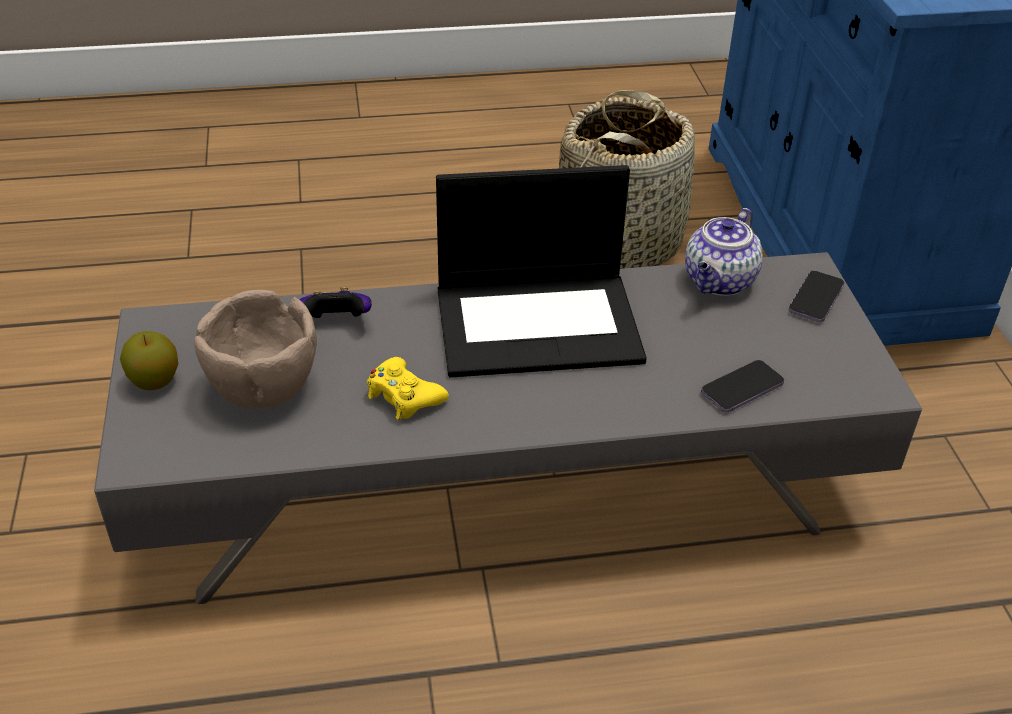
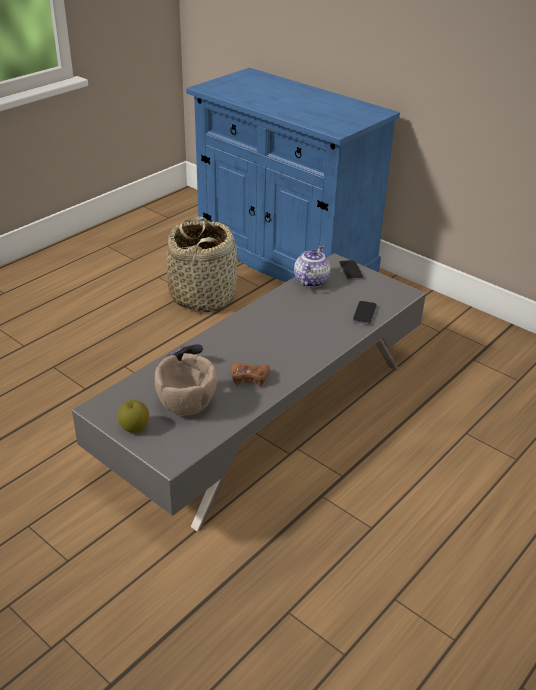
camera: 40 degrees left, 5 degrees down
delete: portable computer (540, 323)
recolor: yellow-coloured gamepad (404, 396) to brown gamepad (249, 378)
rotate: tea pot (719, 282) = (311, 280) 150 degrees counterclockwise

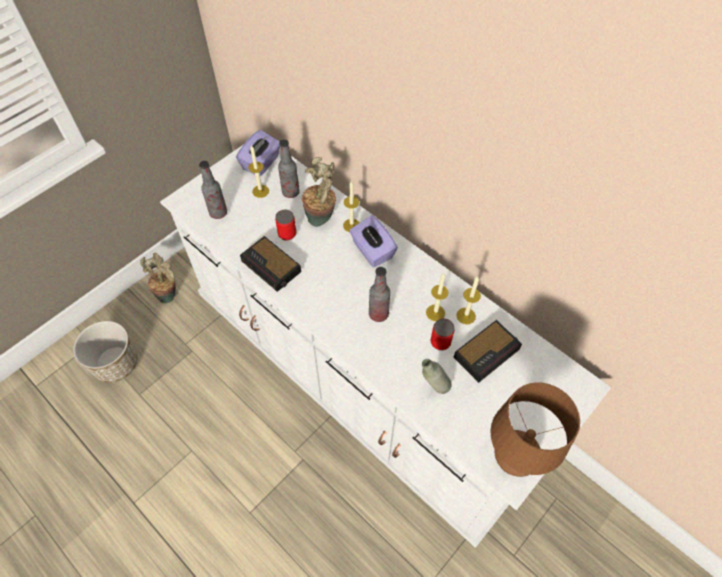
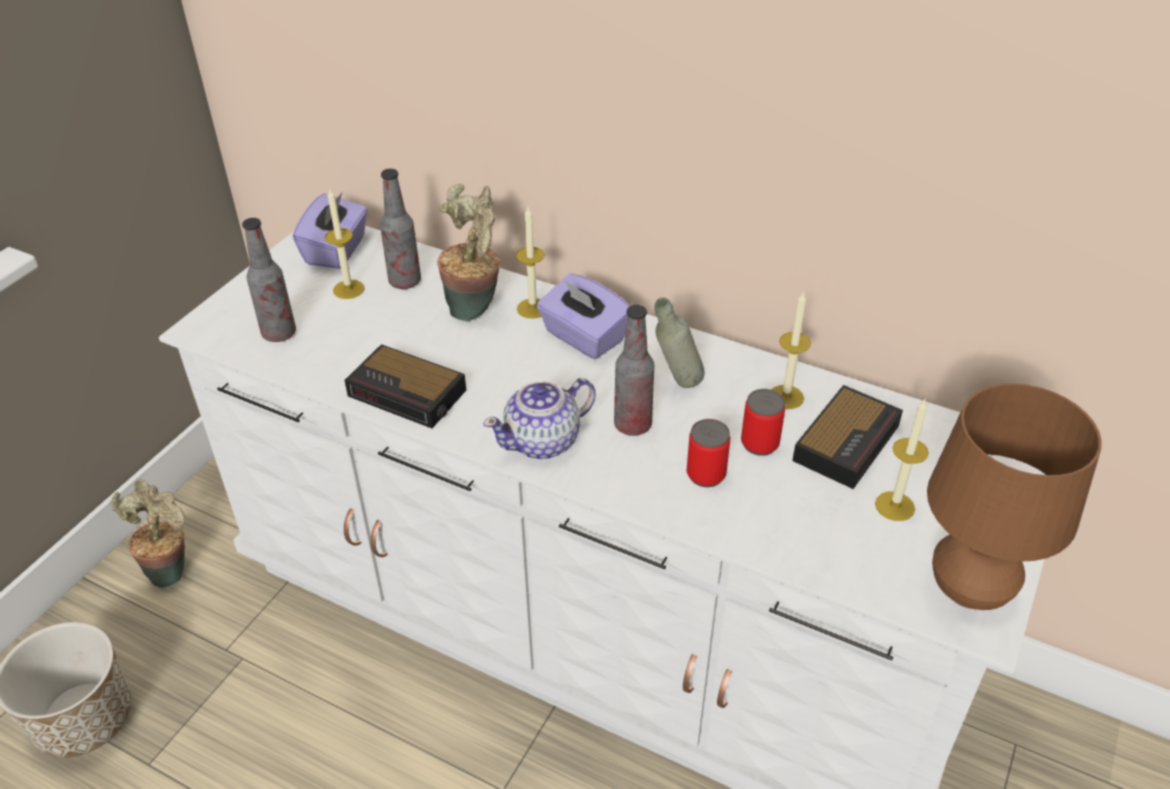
camera: 15 degrees left, 15 degrees down
insert: tea pot (543, 441)
move: metal can (287, 234) to (706, 474); gray bottle (433, 389) to (676, 386); wax light (435, 313) to (894, 506)

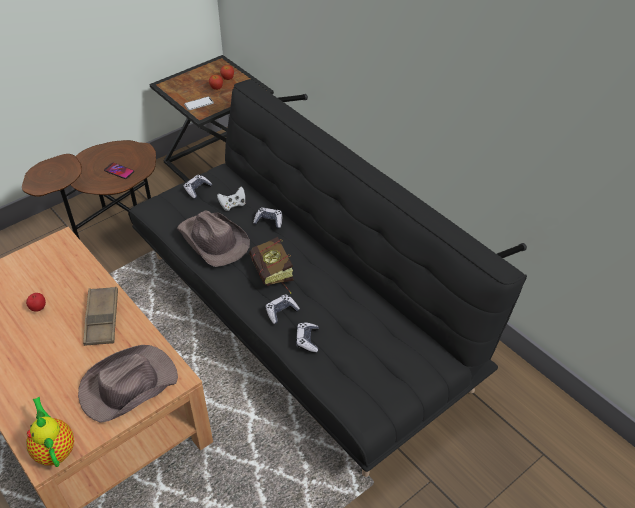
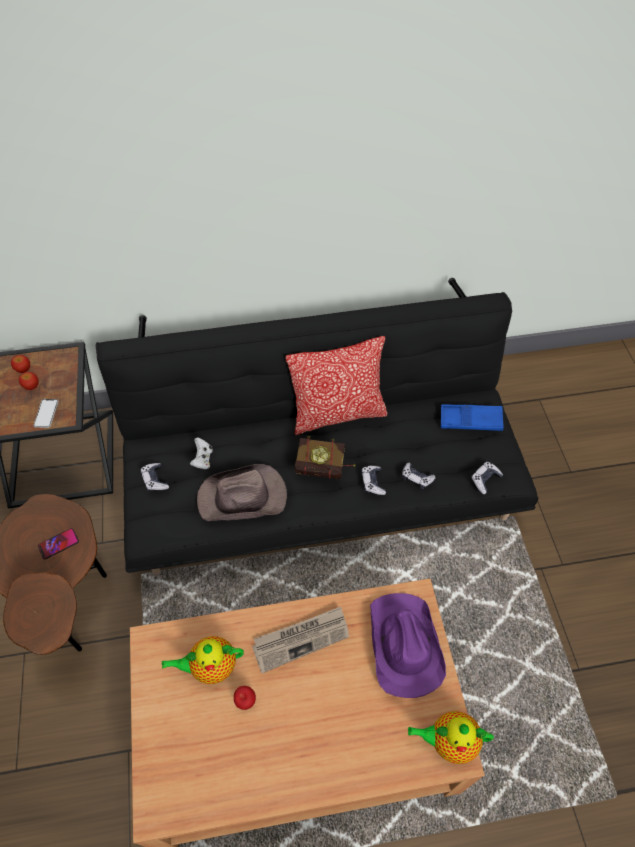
camera: 60 degrees left, 10 degrees up
insert: tea pot (210, 666); throw pillow (337, 414); blue carrying tray (470, 420)
move: gamepad (269, 221) to (485, 480)
replace: brown carrying tray (102, 319) to daily paper (301, 639)
recolor: brown clothing hat (127, 386) to purple-coloured clothing hat (403, 645)

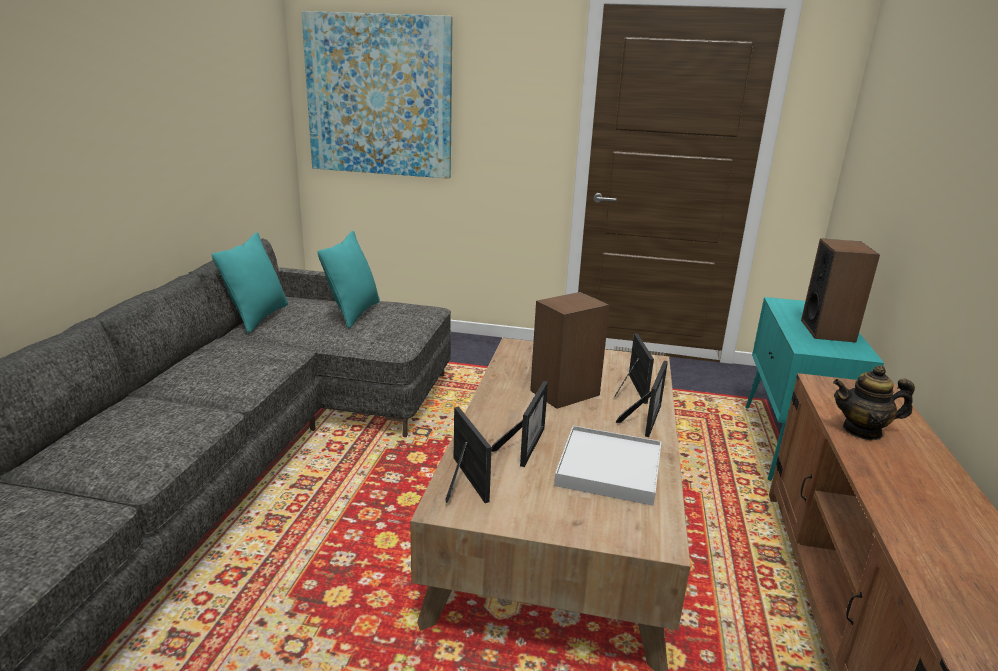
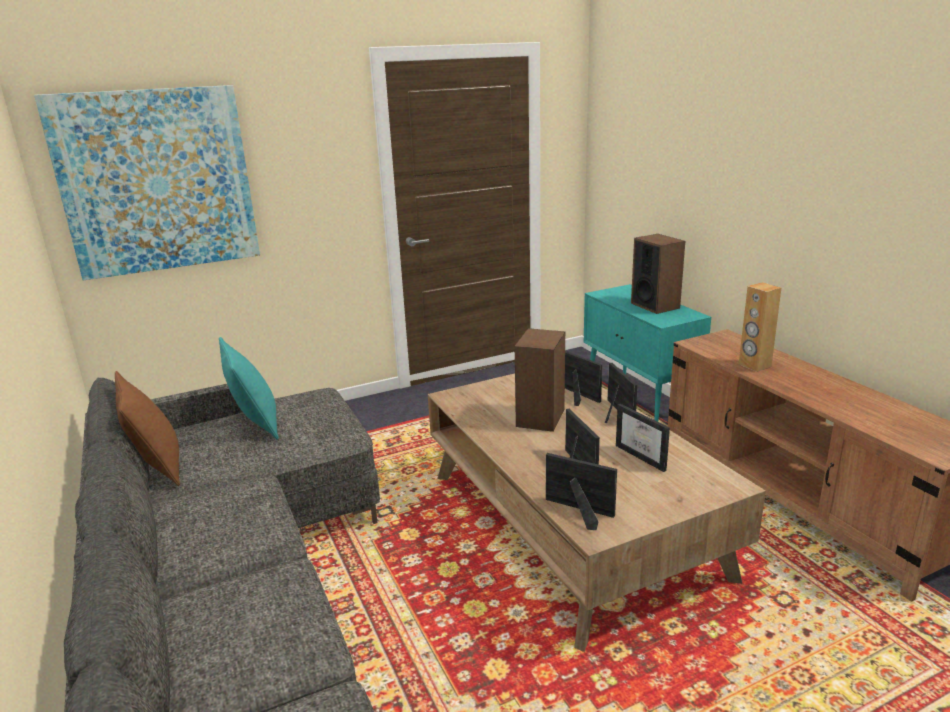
camera: 35 degrees left, 0 degrees up
replace: white-coloured carrying tray (609, 469) to picture frame (645, 456); tea pot (862, 431) to brown speaker (754, 365)
recolor: blue-green throw pillow (258, 317) to brown throw pillow (158, 467)

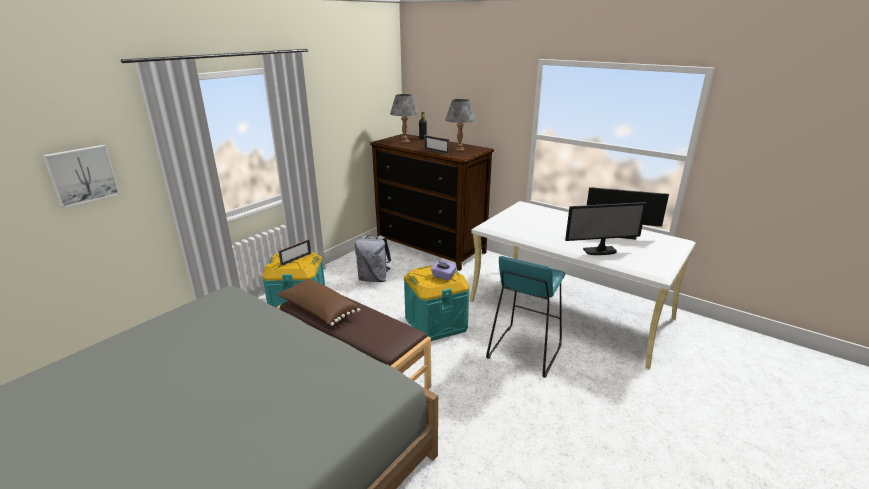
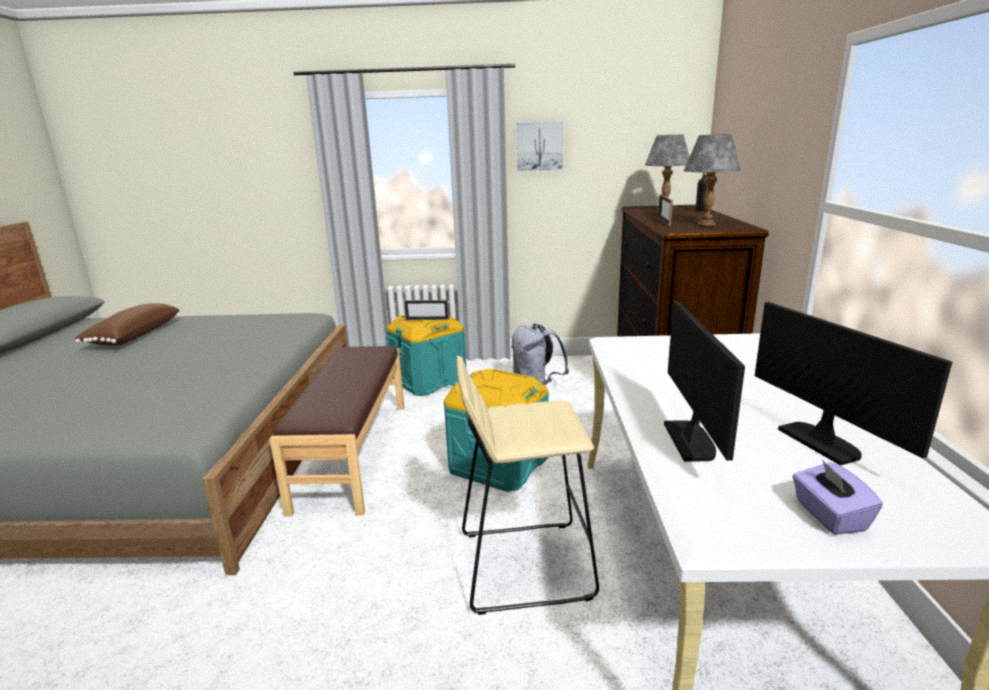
camera: 55 degrees right, 5 degrees down
move: wall picture (82, 175) to (539, 146); brown throw pillow (318, 311) to (133, 336); purple-coloured tissue holder (443, 276) to (829, 515)
recolor: blue-green sitting stool (524, 351) to sand-coloured sitting stool (523, 564)
rotate: monitor (600, 251) = (691, 441) 135 degrees counterclockwise

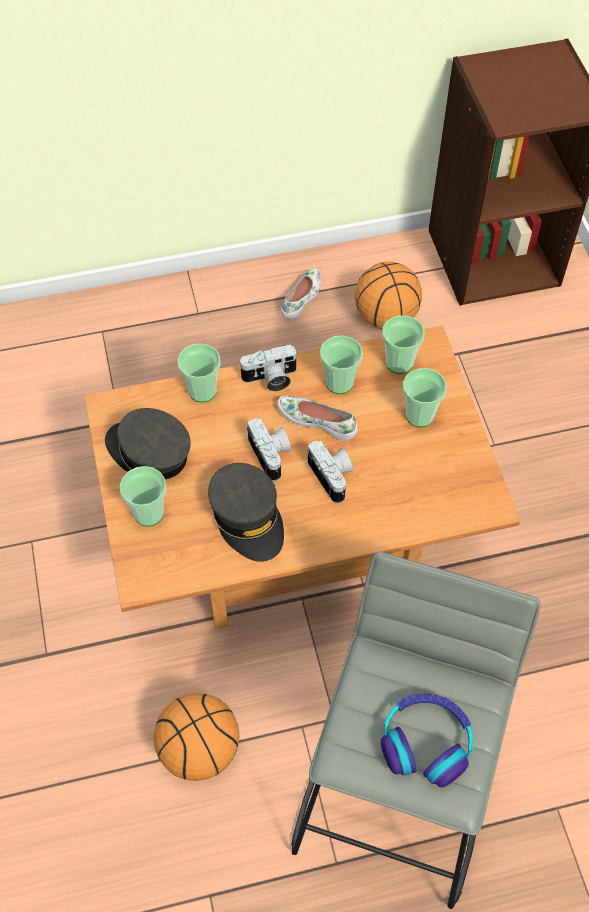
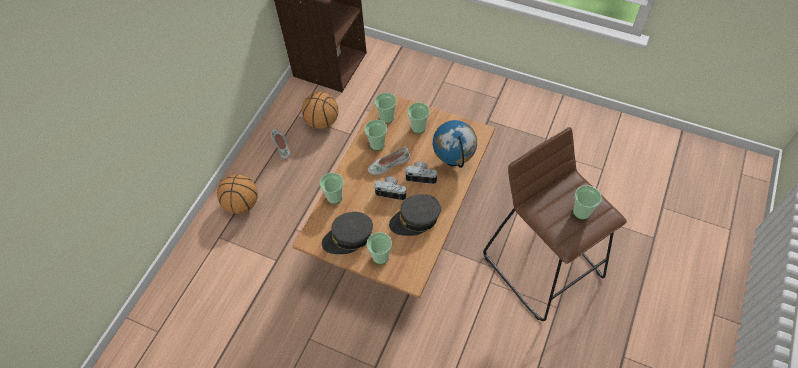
camera: 50 degrees left, 0 degrees up
delete: photo camera (270, 379)
insert: world globe (453, 161)
move: ball for basketball (198, 749) to (241, 204)
replace: pair of headphones (426, 742) to cup (581, 212)
recolor: gray sitting stool (398, 790) to brown sitting stool (542, 264)
rotate: gray peaked cap (248, 518) = (415, 220) 150 degrees clockwise

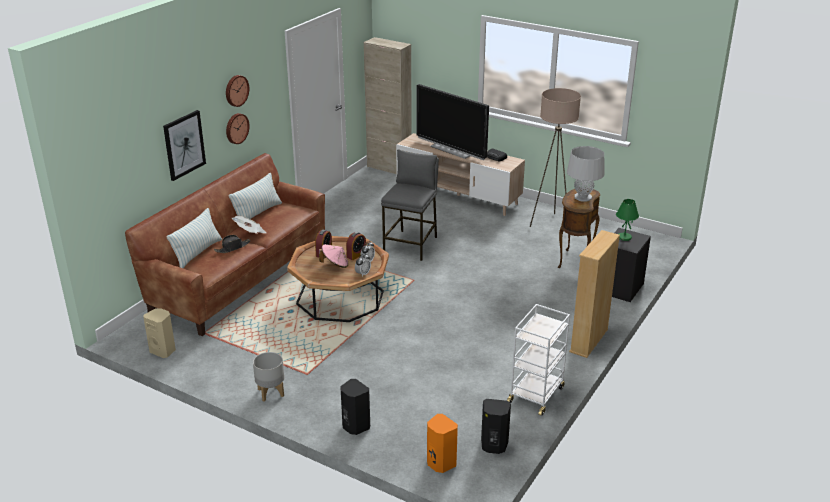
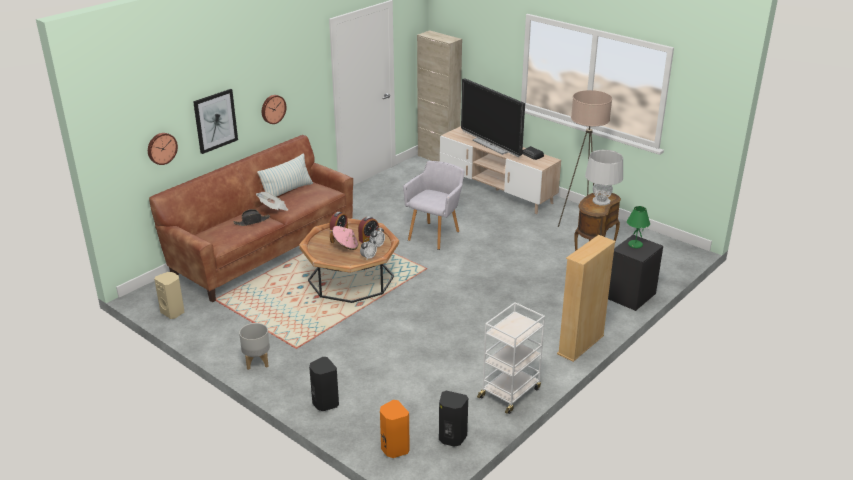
camera: 10 degrees right, 0 degrees up
delete: throw pillow (197, 253)
move: clock on the wall (236, 90) to (161, 148)
replace: gray sitting stool (411, 245) to gray easy chair (435, 234)

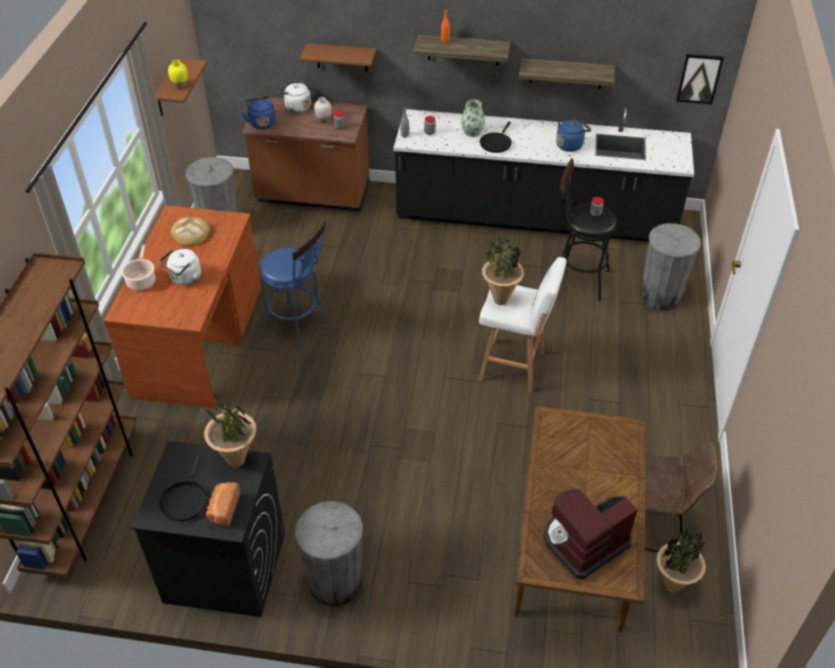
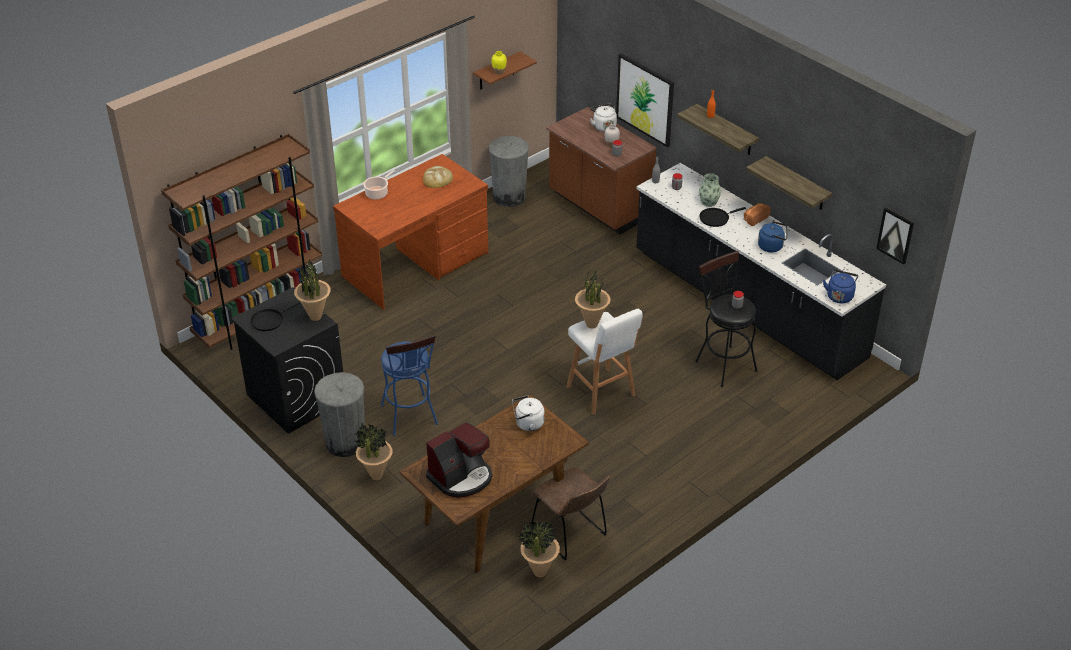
camera: 40 degrees right, 5 degrees down
delete: gray waste bin (660, 296)
insert: potted plant (376, 476)
move: white-coloured water kettle (184, 279) to (527, 424); bread (223, 509) to (754, 219); blue water kettle (261, 122) to (839, 295); blue sitting stool (299, 328) to (411, 418)
replace: brown shelf (342, 57) to wall picture (645, 99)
rotate: coffee machine (583, 542) = (461, 477) 135 degrees clockwise

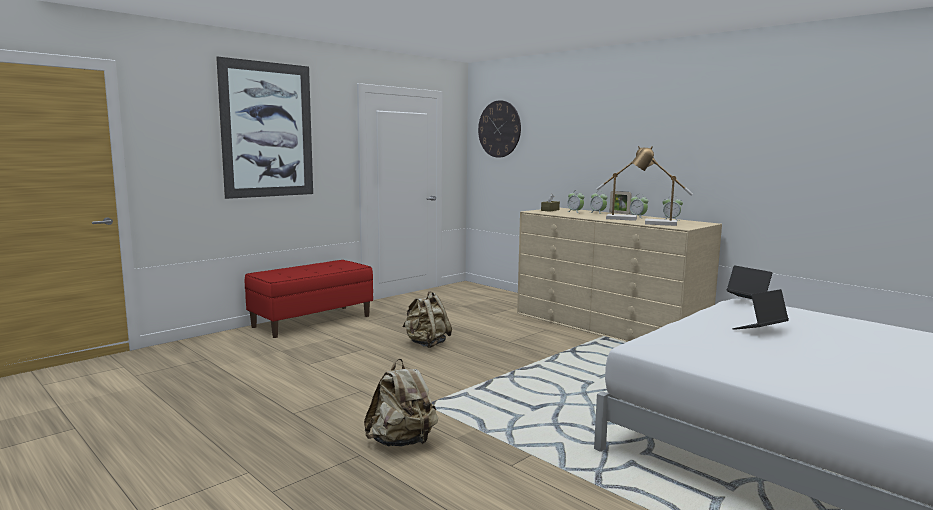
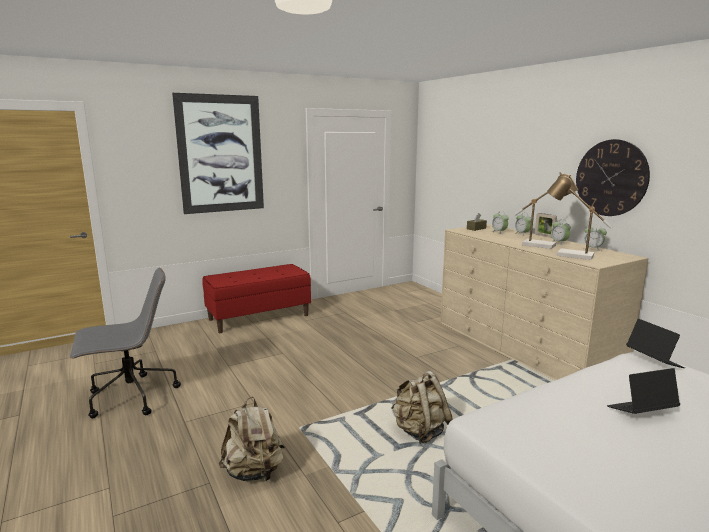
camera: 15 degrees right, 5 degrees up
insert: gray computer chair (130, 397)
move: sand-coloured knapsack (426, 344) to (419, 431); clock on the wall (499, 129) to (611, 178)

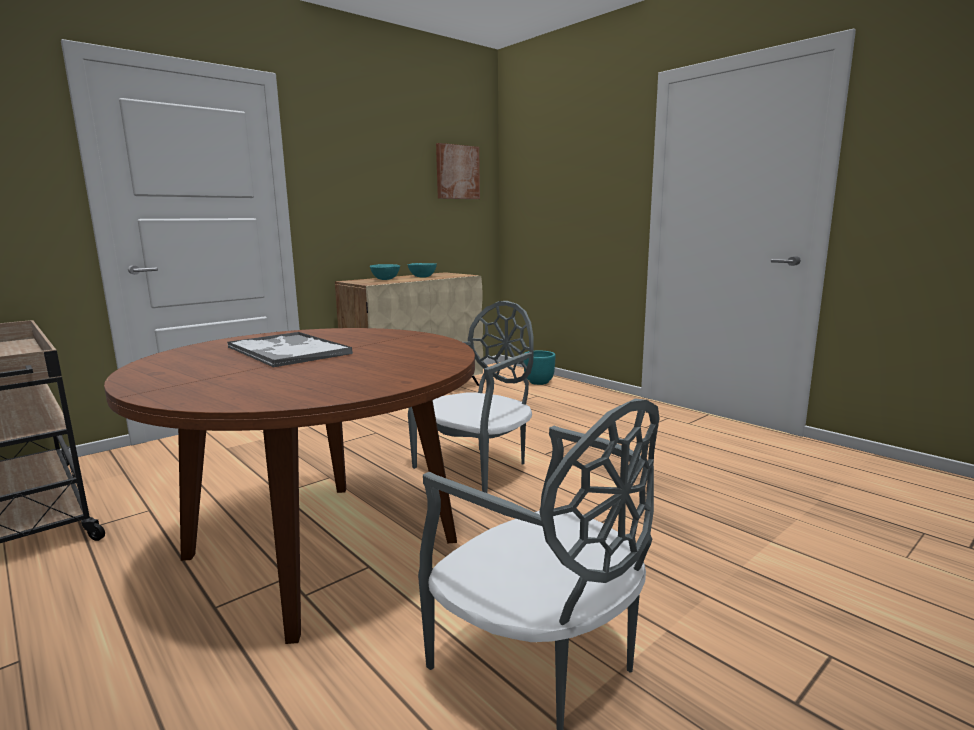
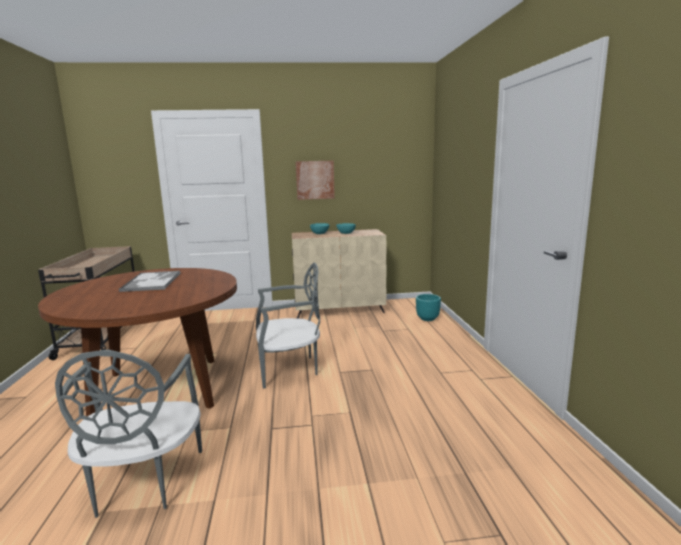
camera: 35 degrees right, 0 degrees up
move: wall picture (457, 172) to (315, 180)

